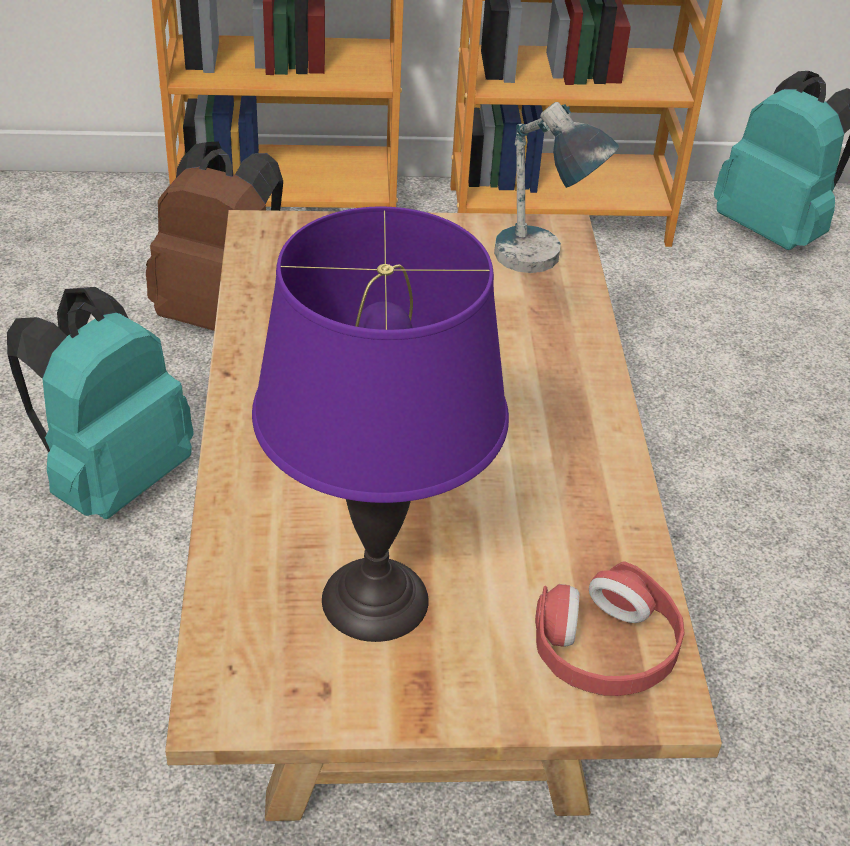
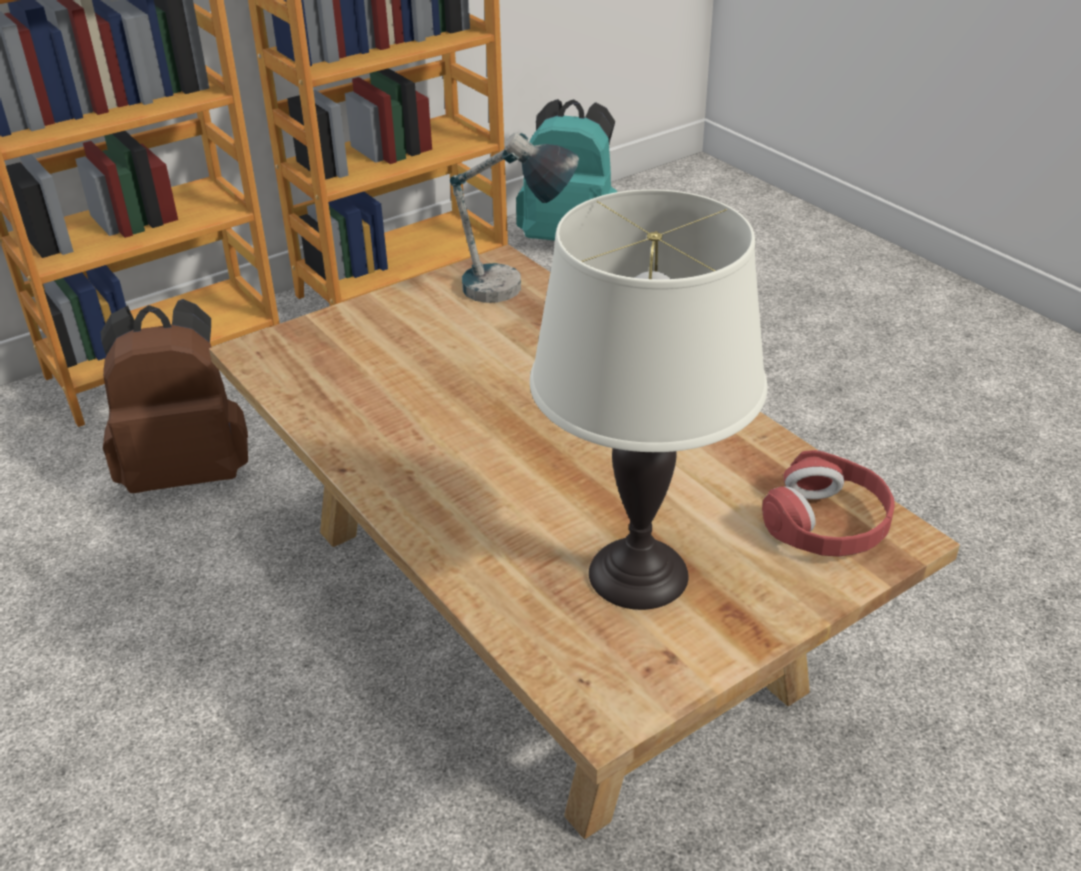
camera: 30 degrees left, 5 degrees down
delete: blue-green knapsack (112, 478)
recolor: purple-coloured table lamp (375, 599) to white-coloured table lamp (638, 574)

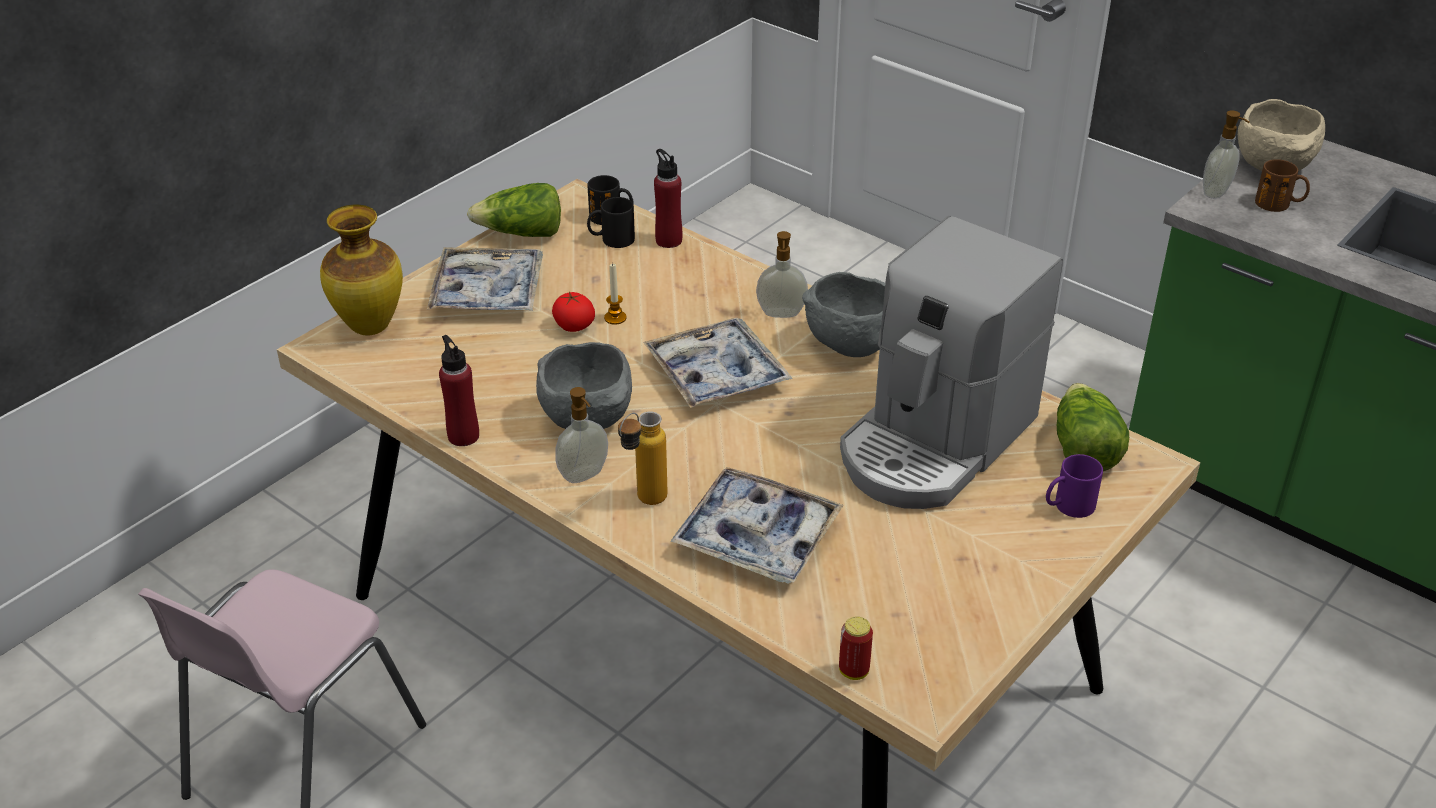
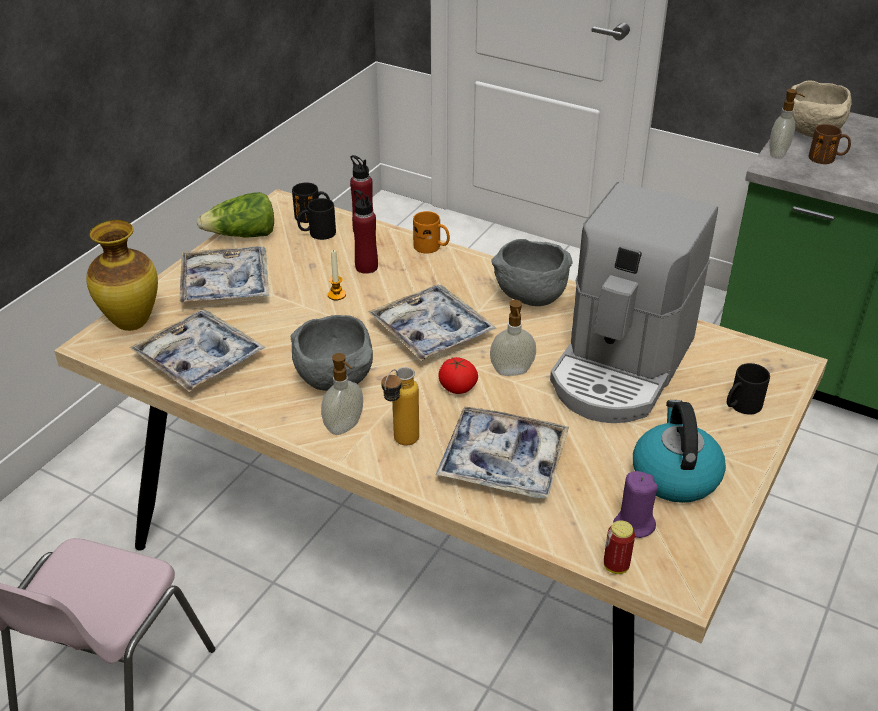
camera: 10 degrees left, 0 degrees up
delete: head of lettuce (1083, 449)
insert: carrying tray (199, 359); orange tea mug (432, 247); purple-coloured wax light (633, 524); water kettle (674, 475)
move: red bottle (463, 436) to (366, 267); tomato (574, 326) to (457, 388); soap bottle (781, 314) to (512, 372)
recolor: purple-coloured tea mug (1068, 507) to black-coloured tea mug (741, 406)

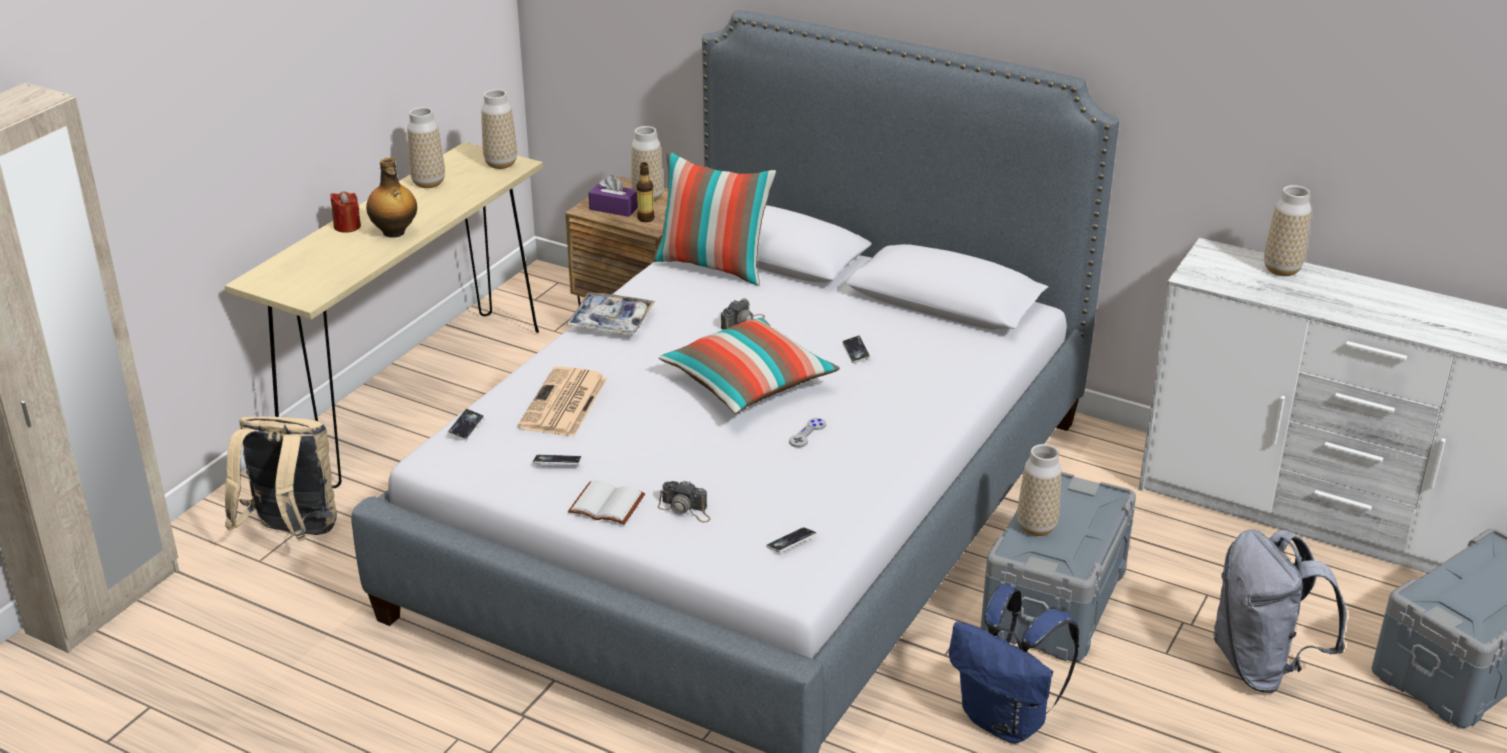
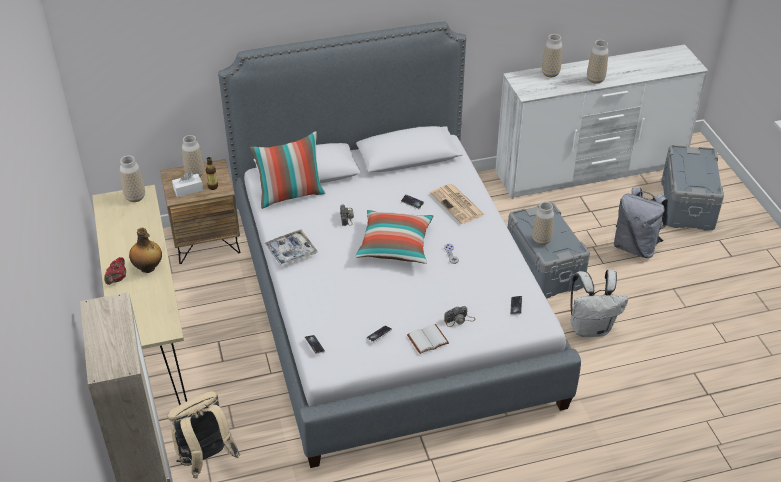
camera: 45 degrees left, 10 degrees up
move: decorative vase (428, 183) to (595, 79); daily paper (564, 404) to (458, 204)
replace: red wax light (347, 226) to red tea pot (117, 279)
recolor: purple-coloured tissue holder (614, 208) to white-coloured tissue holder (188, 189); blue knapsack (1007, 721) to white-coloured knapsack (591, 328)

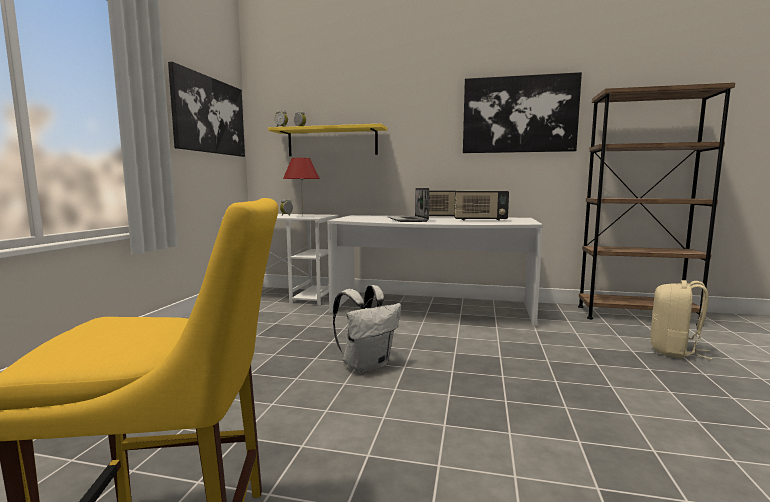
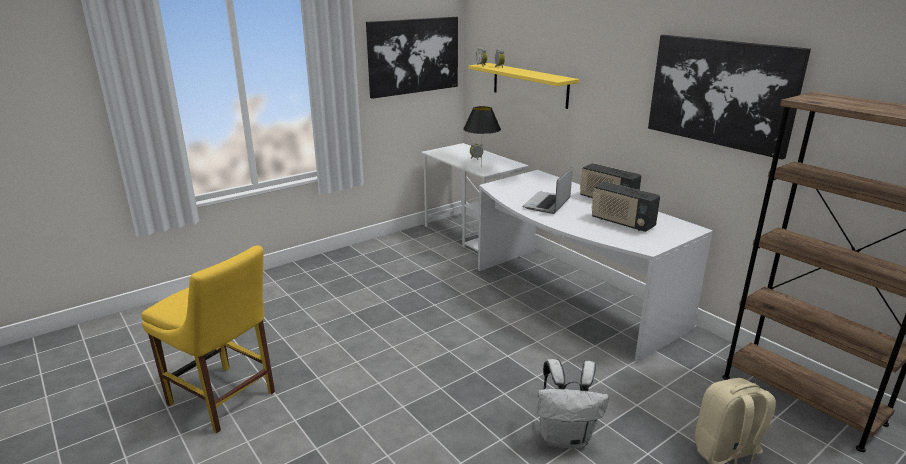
camera: 40 degrees right, 15 degrees up
move: white-coloured knapsack (367, 365) to (566, 437)
recolor: red table lamp (302, 216) to black-coloured table lamp (481, 166)

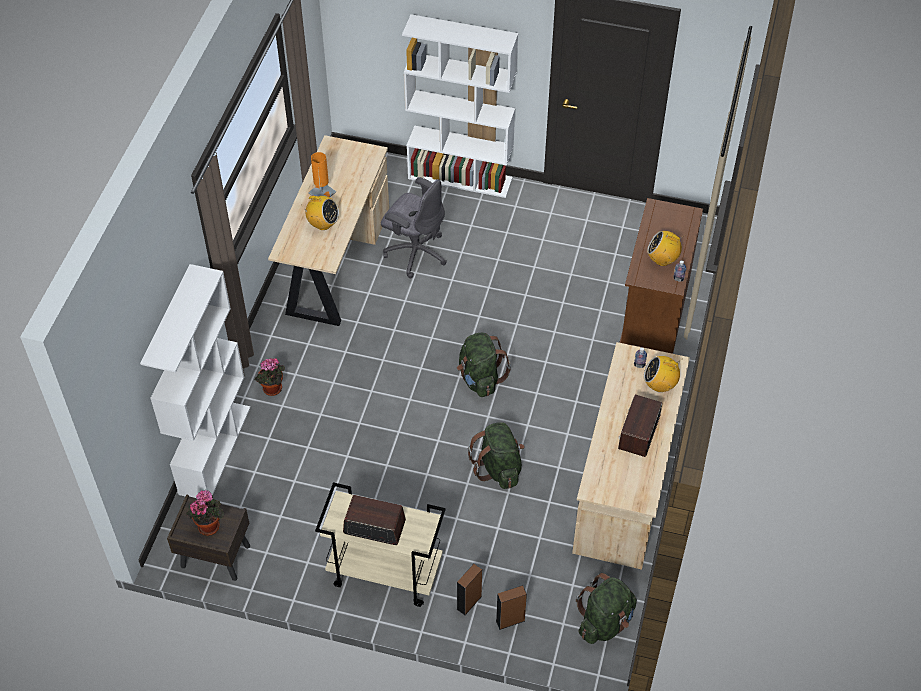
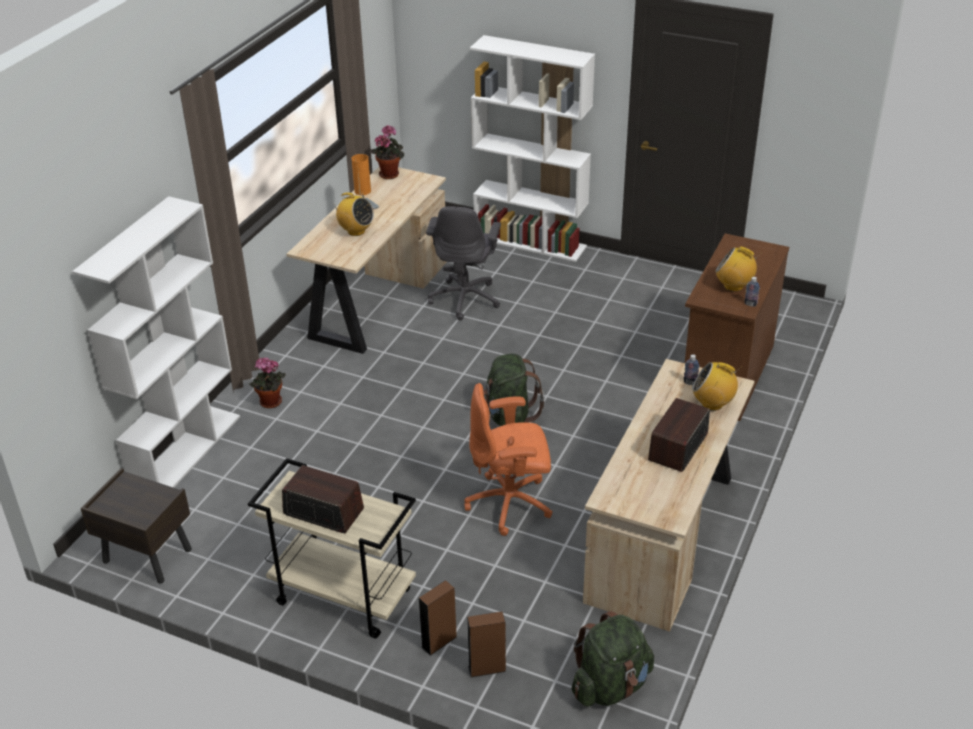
camera: 10 degrees right, 15 degrees down
move: potted plant (209, 524) to (390, 174)
replace: green-coloured knapsack (498, 468) to orange computer chair (510, 504)
rotate: gray computer chair (415, 252) = (465, 298) 60 degrees clockwise

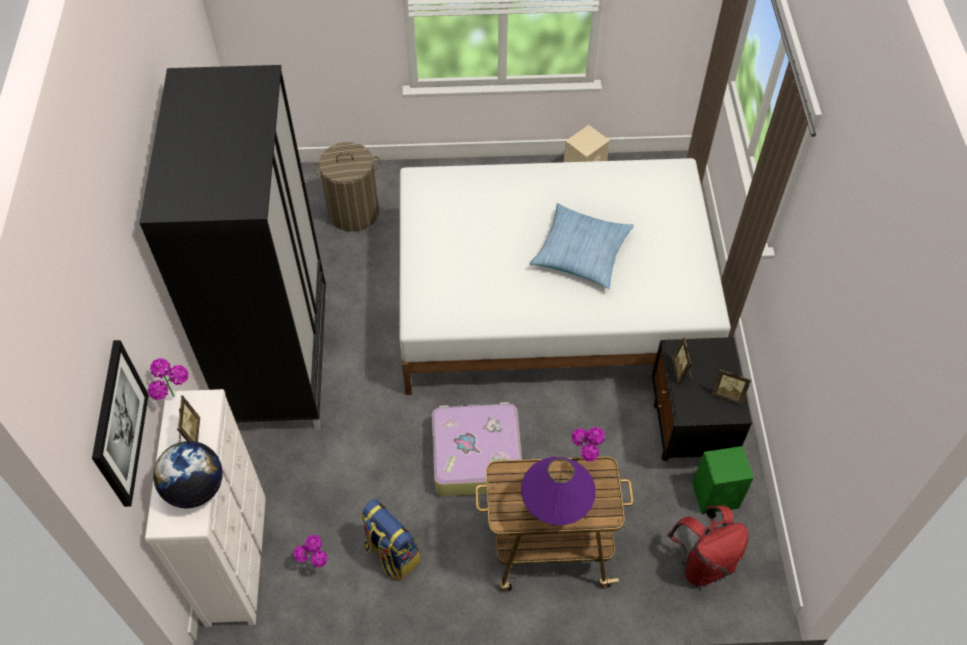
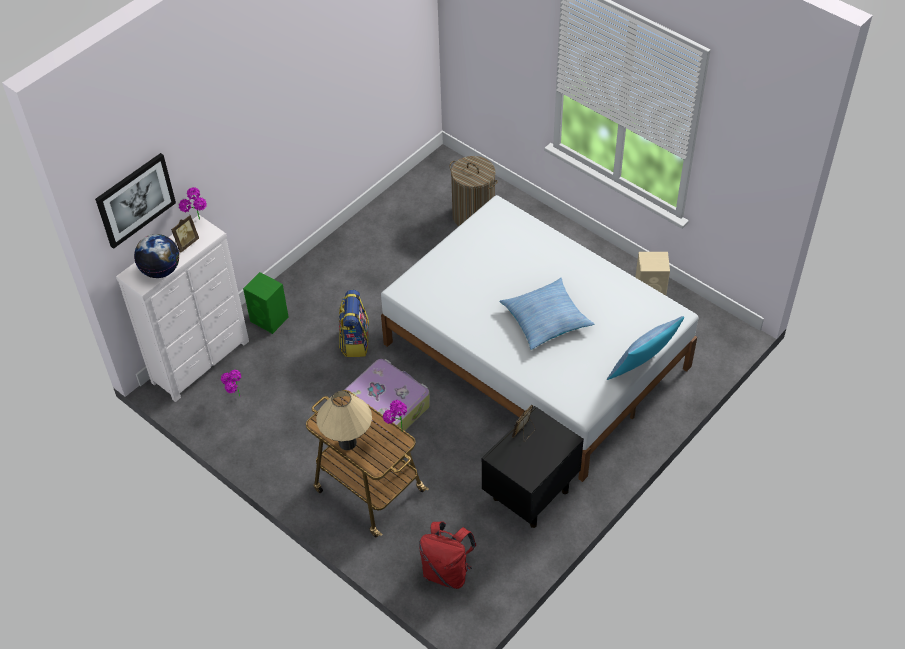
camera: 45 degrees right, 5 degrees down
delete: black-coloured clothes cupboard (279, 361); picture frame (728, 394)
insert: throw pillow (642, 369)
move: knapsack (391, 553) to (354, 341); green-coloured speaker (716, 495) to (270, 319)
recolor: purple-coloured table lamp (555, 514) to sand-coloured table lamp (347, 442)

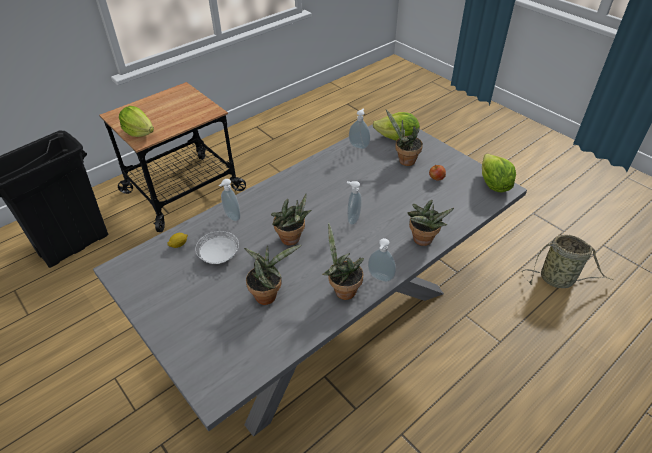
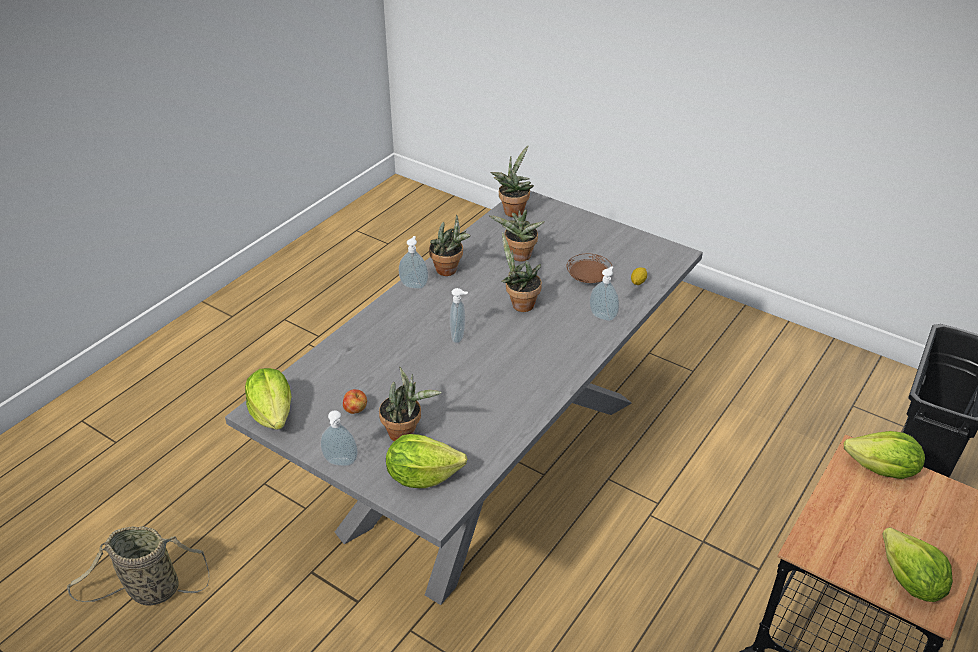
camera: 165 degrees right, 5 degrees down
insert: head of lettuce (909, 582)
move: soap bottle (359, 146) to (340, 463); potted plant (422, 241) to (513, 210)
recolor: white-coloured dinner plate (219, 255) to brown dinner plate (588, 279)

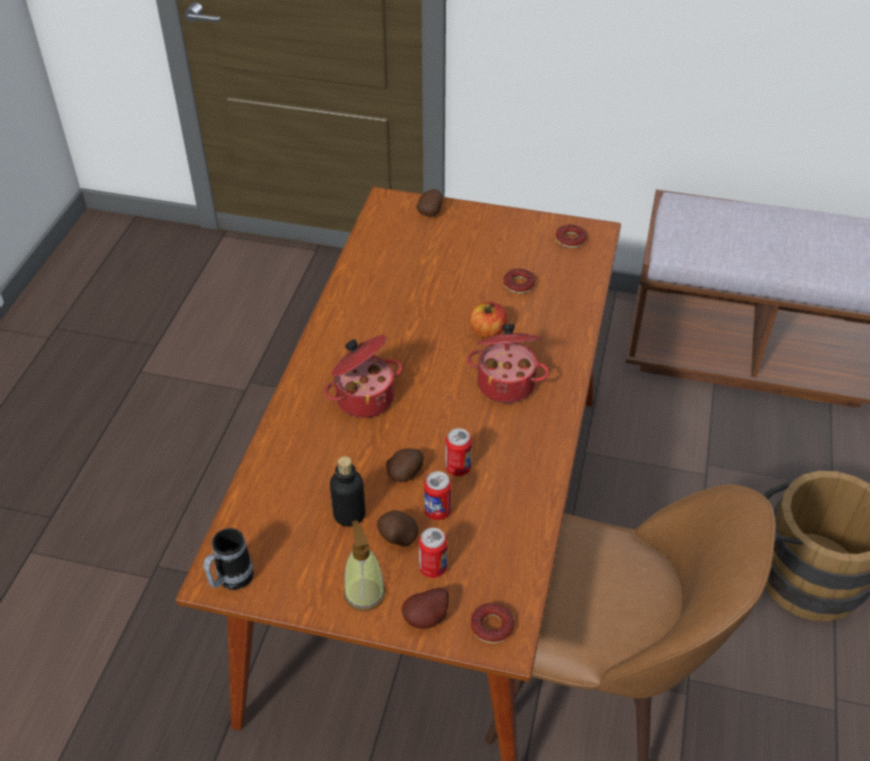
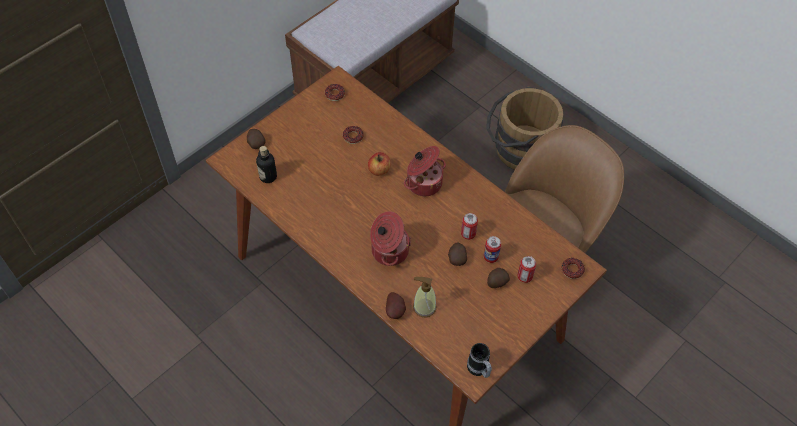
camera: 60 degrees left, 10 degrees up
move: bottle (349, 515) to (268, 176); soap bottle (364, 593) to (424, 307); spud (428, 619) to (396, 310)

